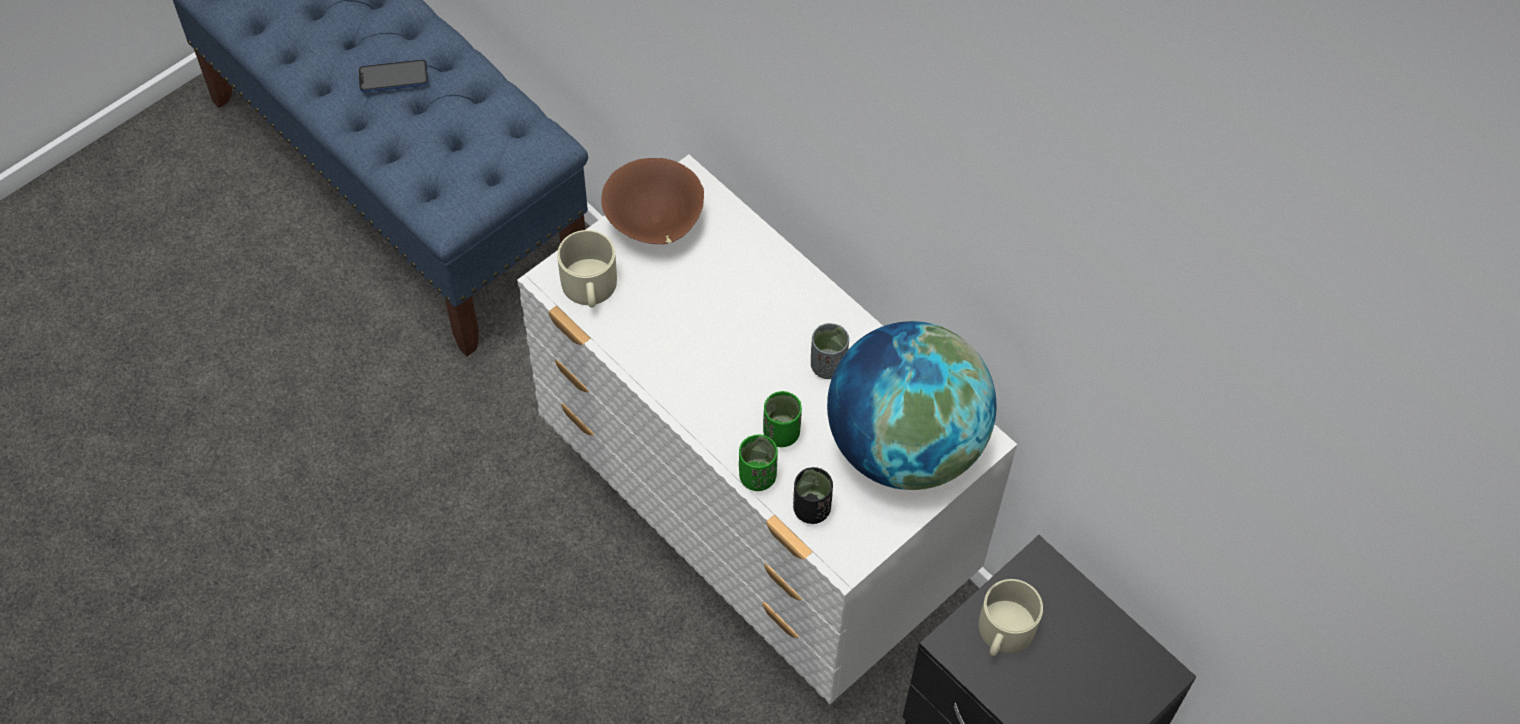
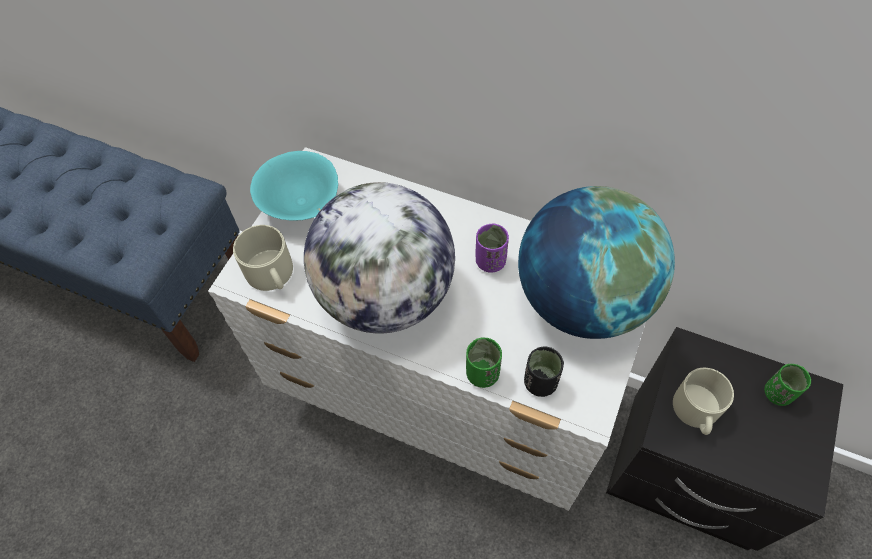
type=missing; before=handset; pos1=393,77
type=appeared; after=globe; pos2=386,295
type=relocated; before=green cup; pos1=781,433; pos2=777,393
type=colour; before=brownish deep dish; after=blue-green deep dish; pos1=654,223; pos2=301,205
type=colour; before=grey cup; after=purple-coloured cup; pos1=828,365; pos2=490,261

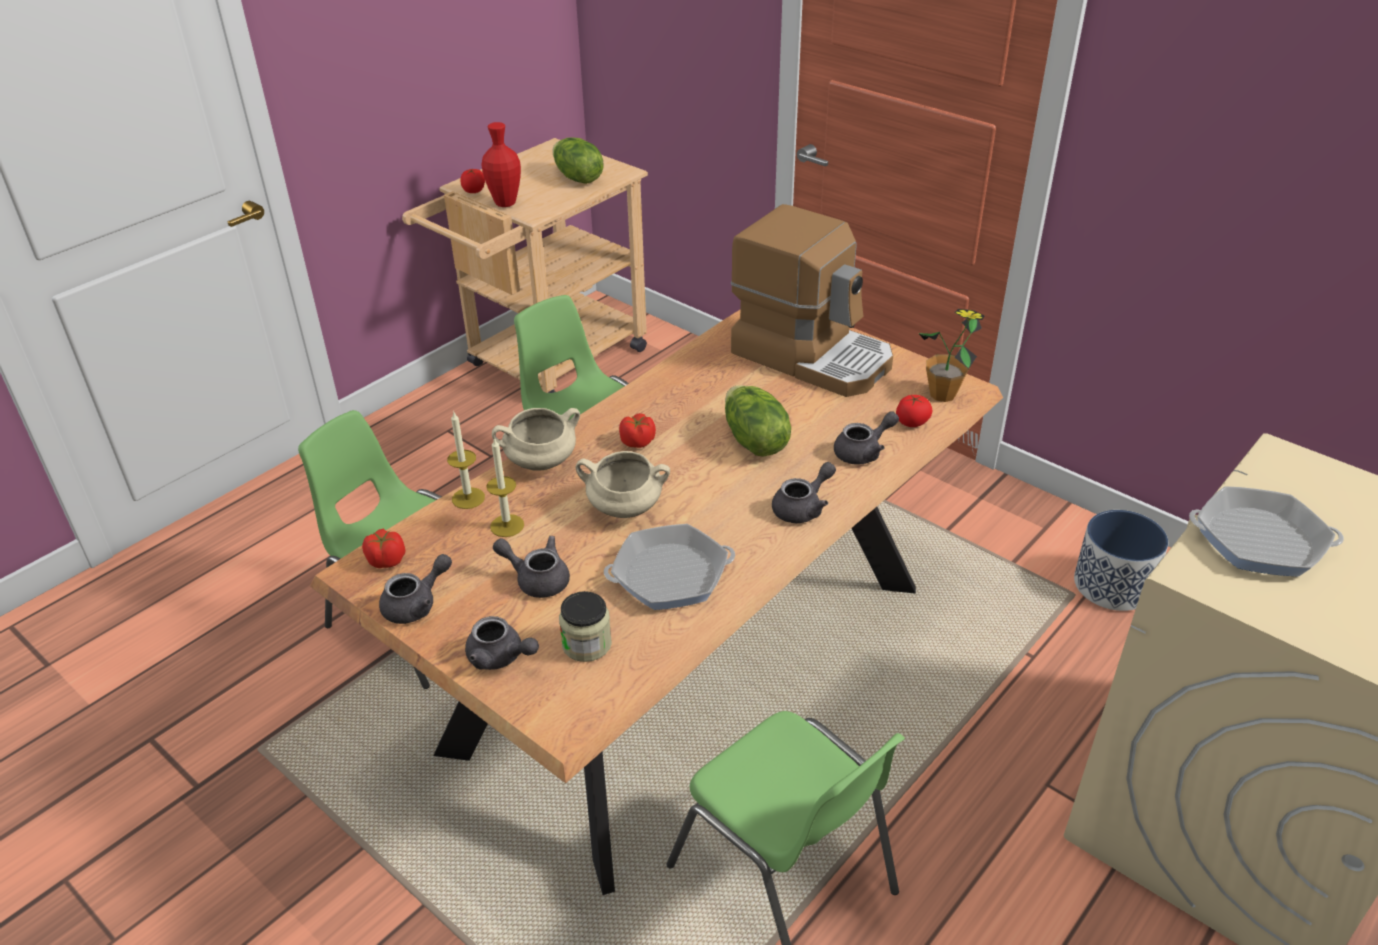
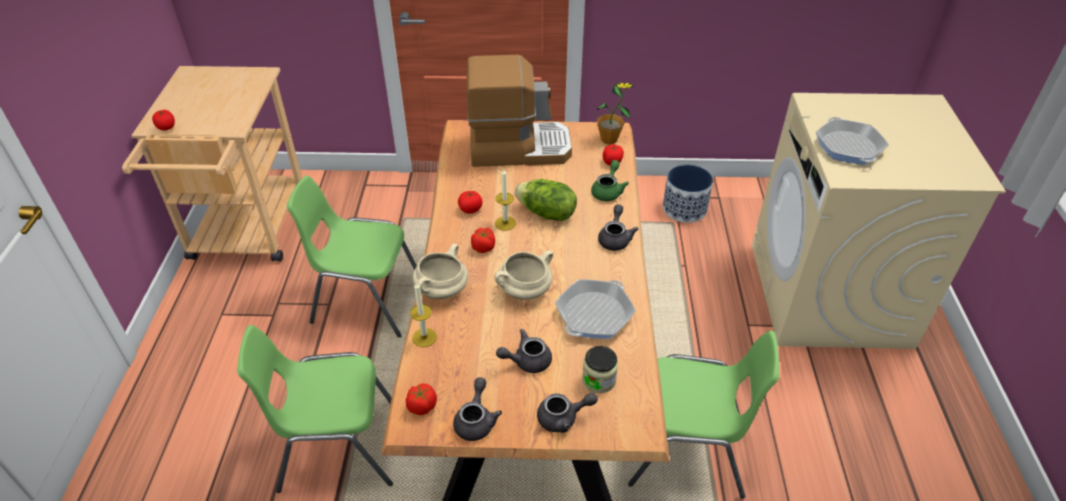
type=missing; before=red-coloured vase; pos1=505,203
type=missing; before=lettuce; pos1=577,178
type=appeared; after=fresh tomato; pos2=470,209
type=relocated; before=candle; pos1=507,525; pos2=505,223
type=colour; before=grey pot for tea; after=green pot for tea; pos1=863,452; pos2=608,191
type=spun; before=pan; pos1=1259,540; pos2=848,147; turn=-75

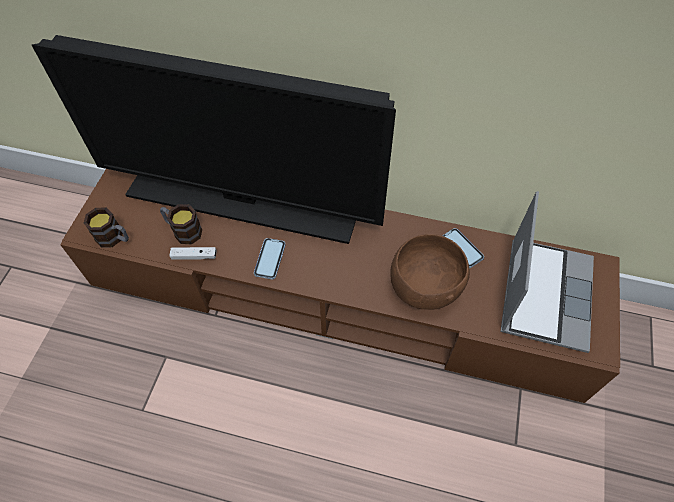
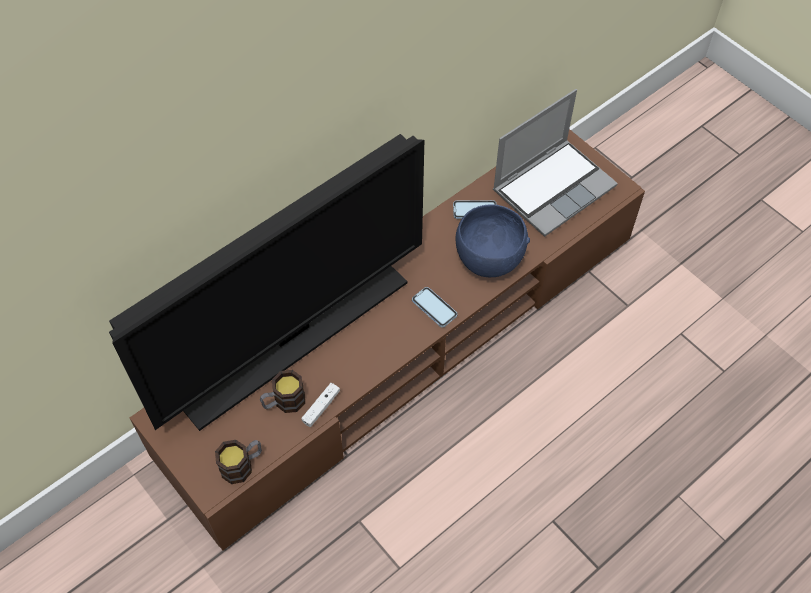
type=relocated; before=handset; pos1=270,259; pos2=434,308
type=colour; before=brownish deep dish; after=blue-coloured deep dish; pos1=424,287; pos2=489,258
type=spun; before=laptop; pos1=544,293; pos2=553,187; turn=90

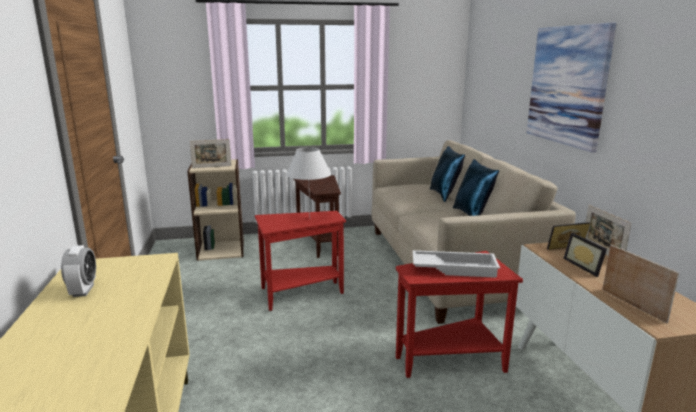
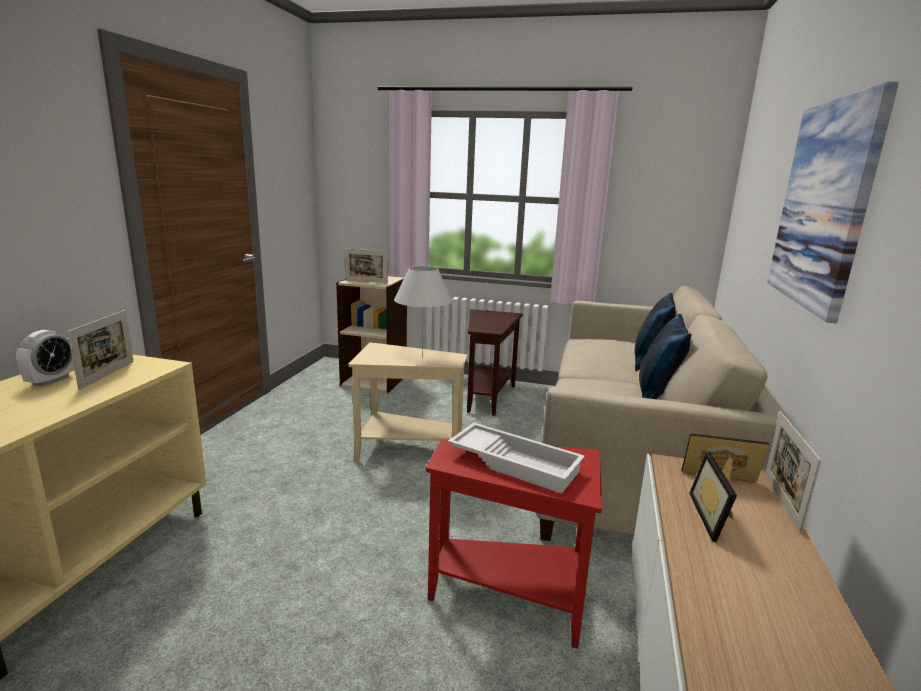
type=relocated; before=photo frame; pos1=632,305; pos2=107,375
type=colour; before=red-coloured side table; after=beige side table; pos1=298,294; pos2=405,449

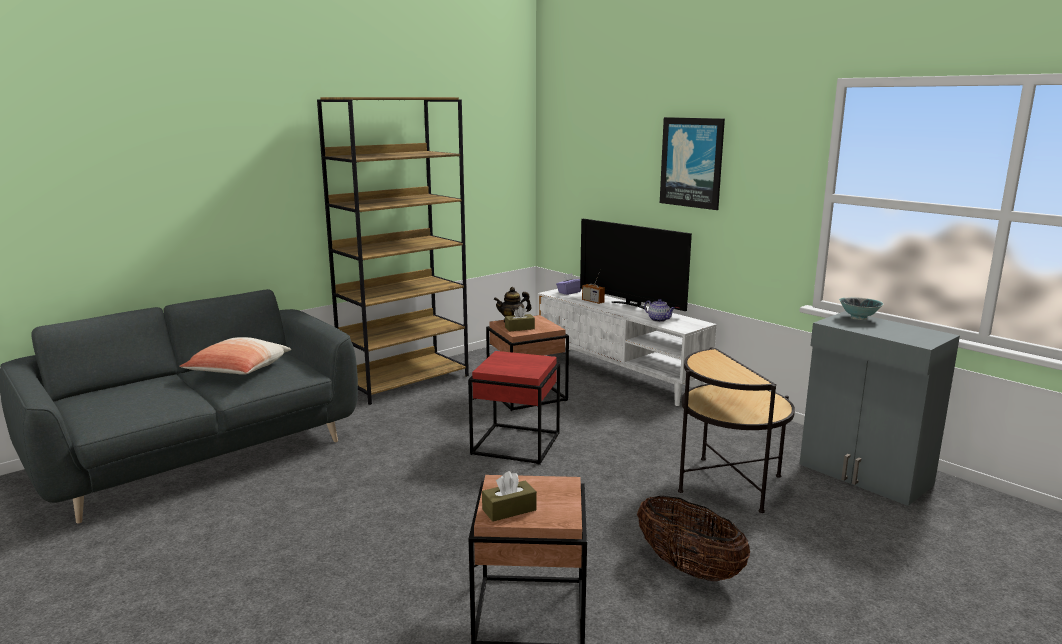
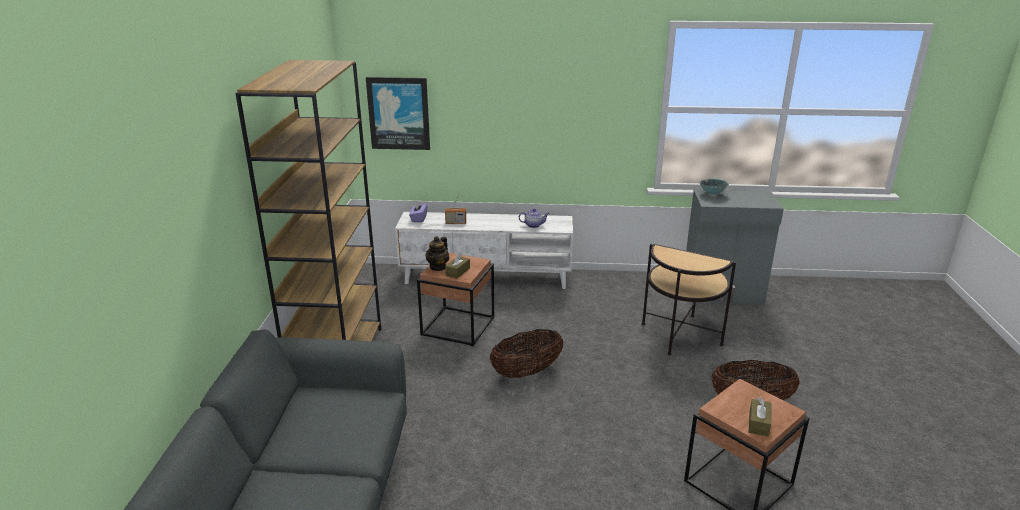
type=missing; before=cushion; pos1=238,371
type=missing; before=television; pos1=631,305
type=relocated; before=wall art; pos1=692,162; pos2=399,113
type=exchanged; before=red-coloured side table; after=household basket; pos1=517,444; pos2=527,372

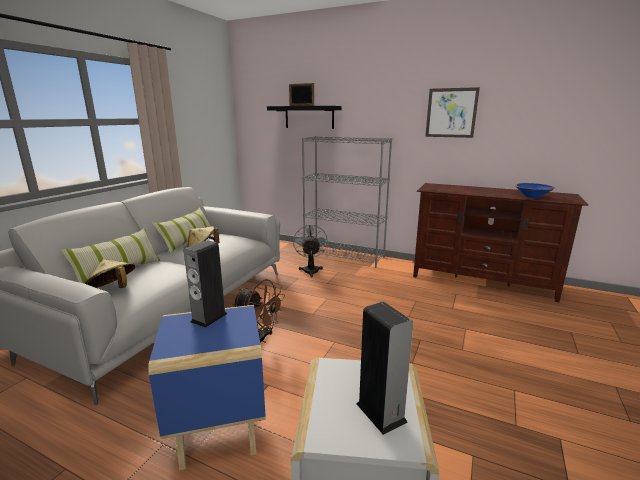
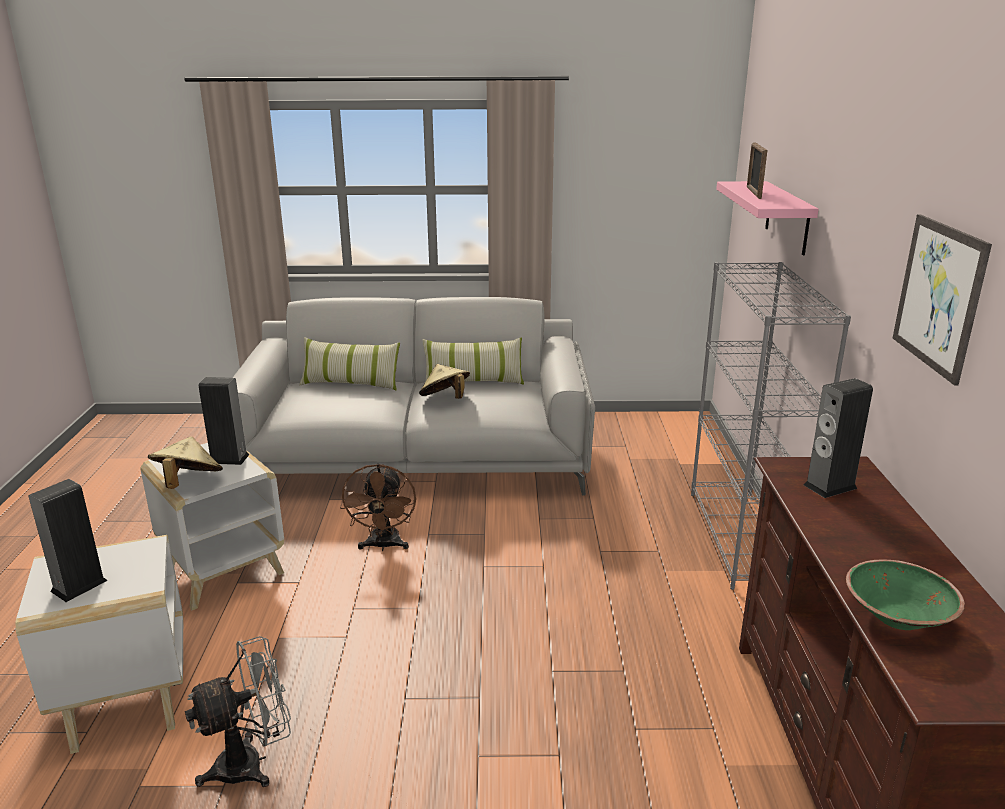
type=appeared; after=audio speaker; pos2=830,486
type=relocated; before=beige hat; pos1=113,289; pos2=188,483
type=relocated; before=grey cooling fan; pos1=310,269; pos2=252,763
type=colour; before=blue-coloured side table; after=white-coloured side table; pos1=218,424; pos2=226,572
type=colour; before=black wall shelf; after=pink-coloured wall shelf; pos1=309,117; pos2=787,217
type=colour; before=blue-coloured deep dish; after=green deep dish; pos1=532,196; pos2=898,617

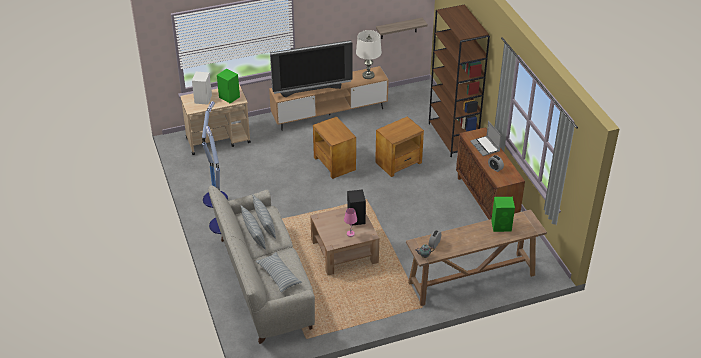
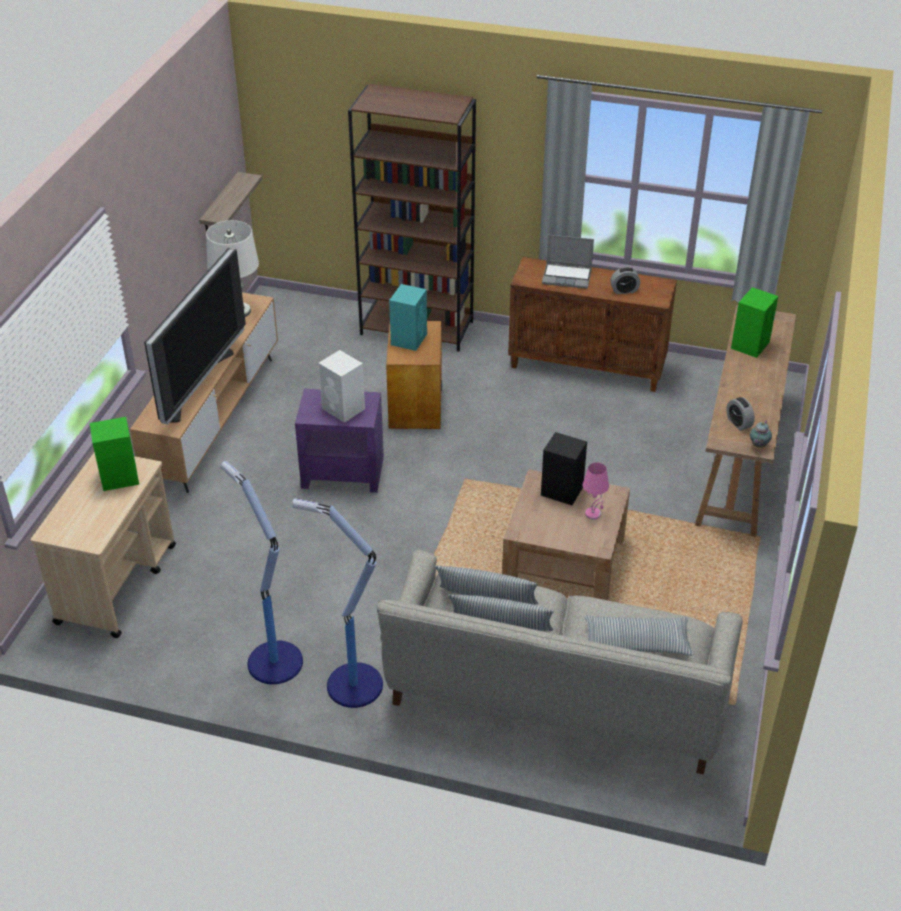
type=appeared; after=blue-green audio speaker; pos2=409,339
type=relocated; before=white-coloured audio speaker; pos1=203,99; pos2=344,409
type=colour; before=brownish side table; after=purple-coloured side table; pos1=334,163; pos2=342,472

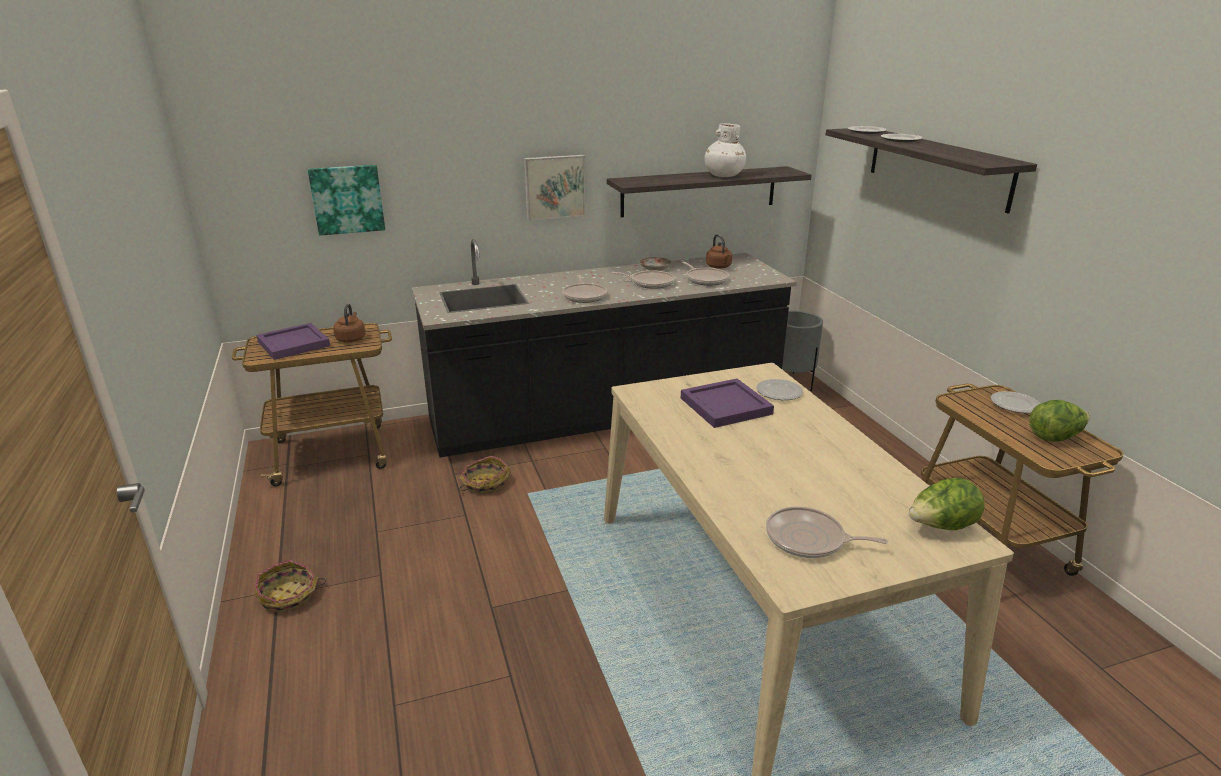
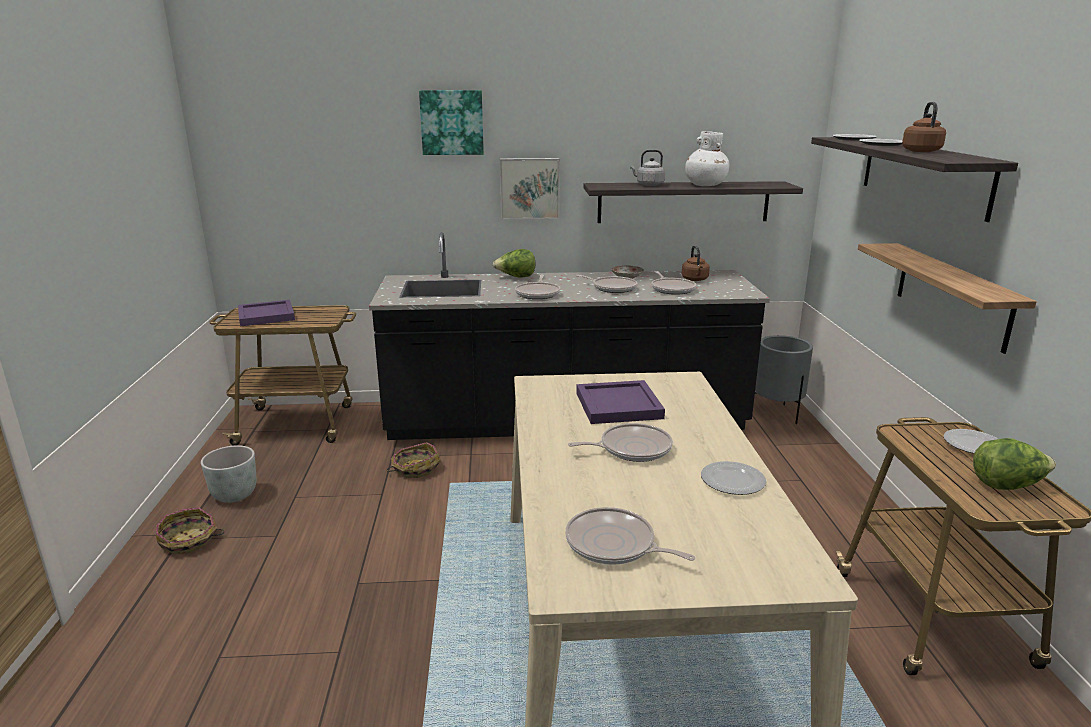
type=appeared; after=grey plant pot; pos2=234,495
type=appeared; after=pan; pos2=631,448
type=appeared; after=grey water kettle; pos2=648,185
type=appeared; after=wall shelf; pos2=951,294
type=relocated; before=wall art; pos1=347,199; pos2=452,122
type=relocated; before=brownish water kettle; pos1=351,338; pos2=920,151
type=relocated; before=flat dish; pos1=778,392; pos2=731,481
type=relocated; before=lettuce; pos1=941,527; pos2=516,277

